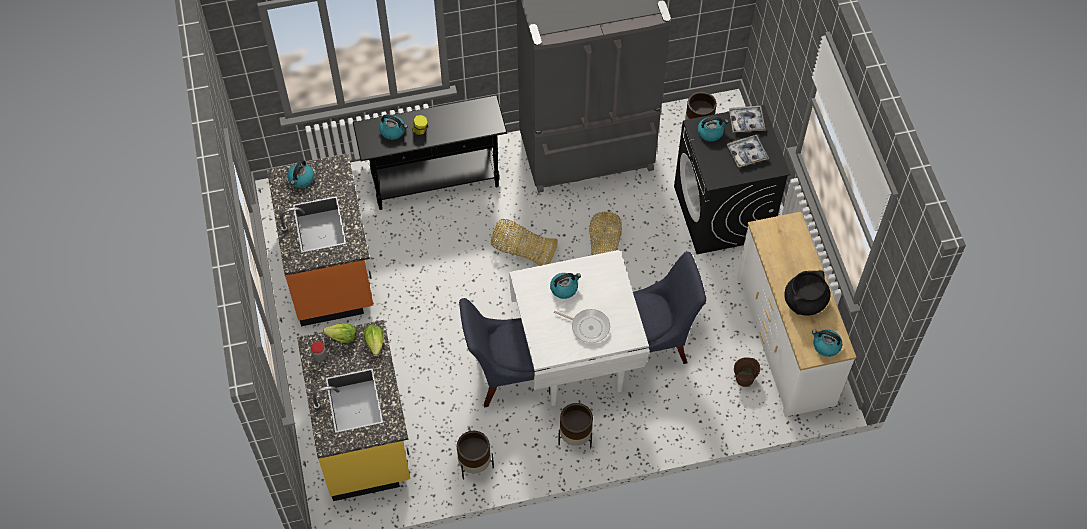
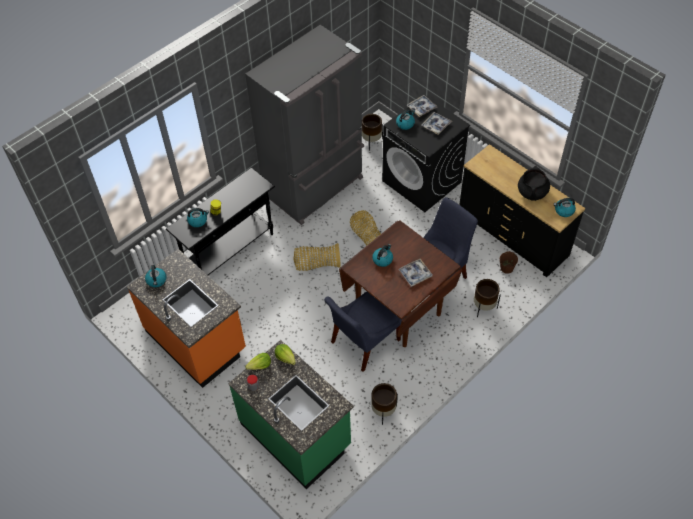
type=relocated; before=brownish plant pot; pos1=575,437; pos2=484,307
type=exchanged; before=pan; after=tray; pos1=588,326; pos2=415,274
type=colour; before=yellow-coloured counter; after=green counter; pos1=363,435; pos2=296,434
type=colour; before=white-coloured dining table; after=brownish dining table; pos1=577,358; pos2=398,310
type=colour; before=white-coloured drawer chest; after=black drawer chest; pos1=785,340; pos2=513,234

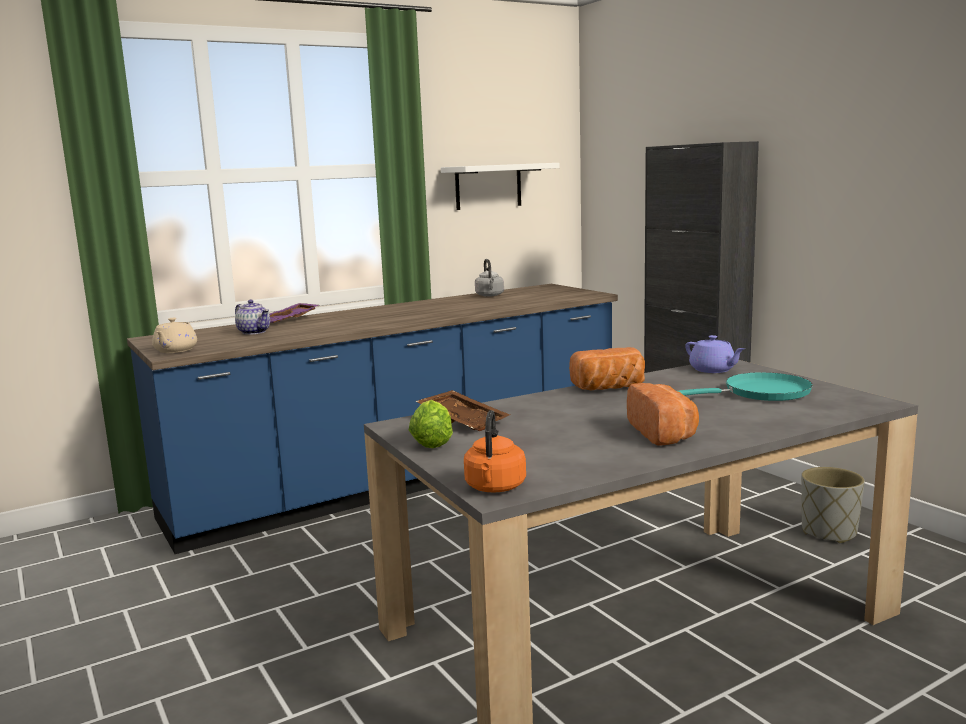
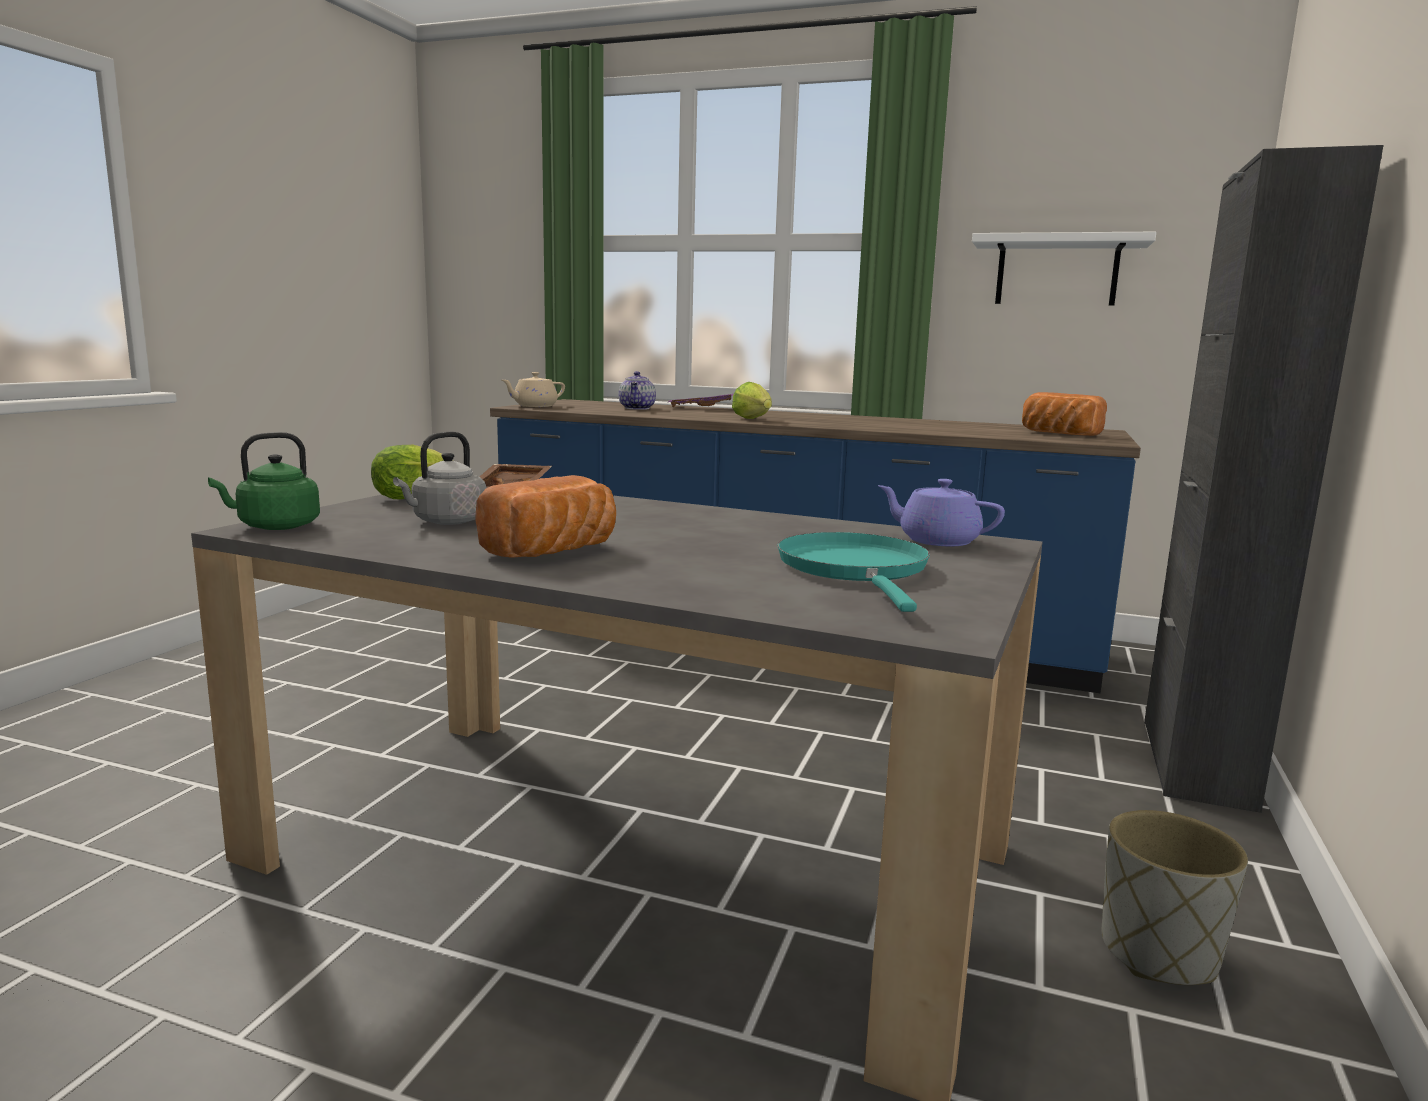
type=appeared; after=lettuce; pos2=754,419
type=relocated; before=grey water kettle; pos1=490,295; pos2=446,522
type=relocated; before=bakery bread; pos1=609,388; pos2=1057,434
type=colour; before=orangey water kettle; after=green water kettle; pos1=495,488; pos2=275,526
type=spun; before=blue-green pan; pos1=761,393; pos2=855,569; turn=-135
type=spun; before=purple-coloured pot for tea; pos1=713,370; pos2=937,541; turn=105

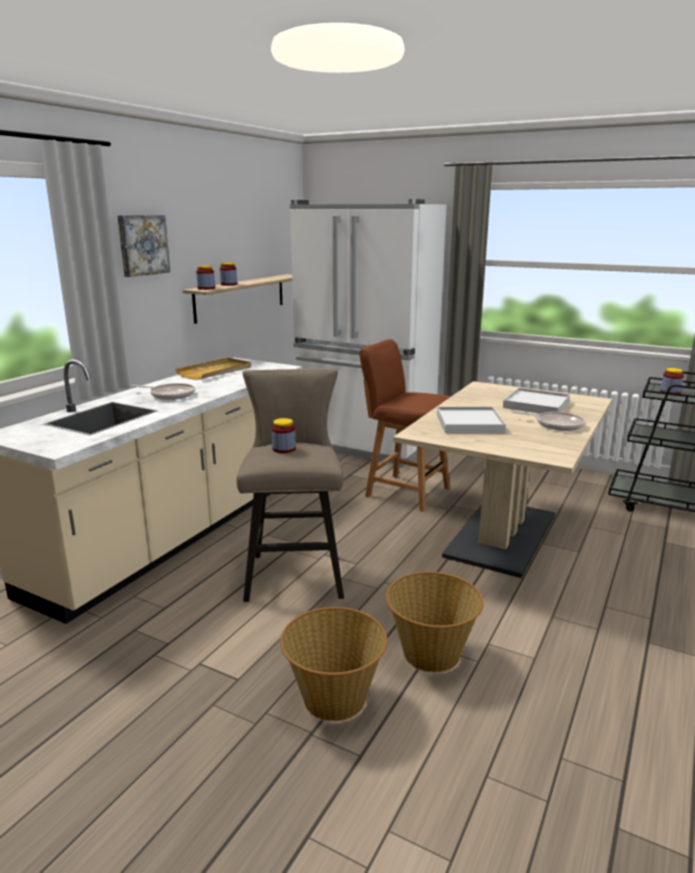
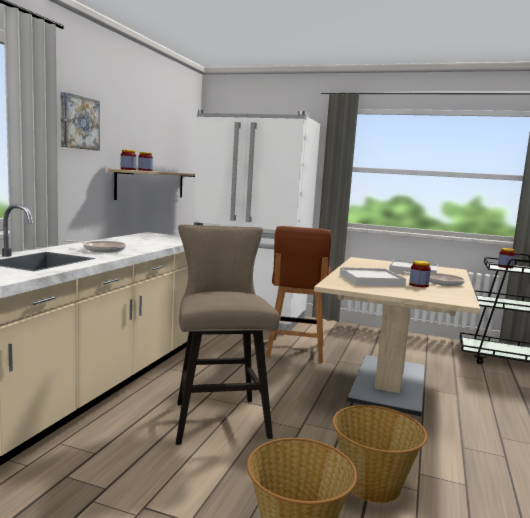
type=missing; before=beige tray; pos1=215,371
type=relocated; before=preserve jar; pos1=284,449; pos2=418,285
type=spun; before=brownish chair; pos1=405,491; pos2=295,350; turn=-105

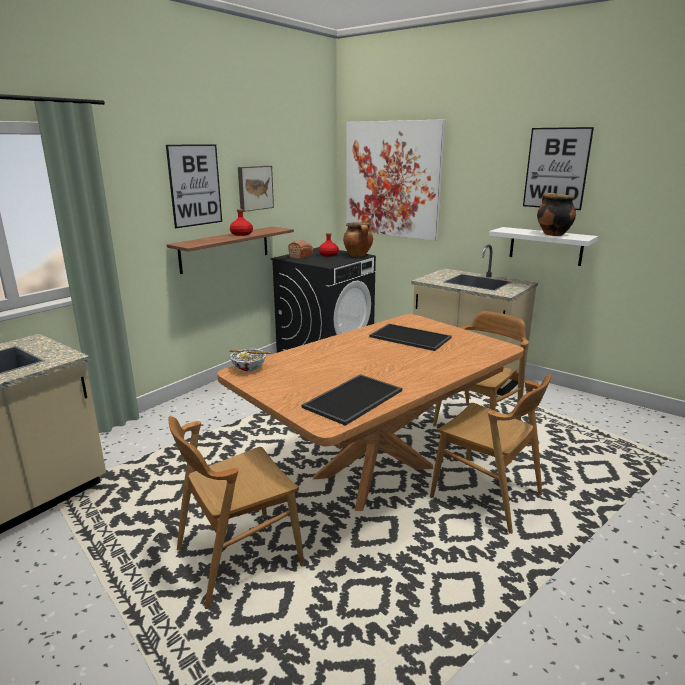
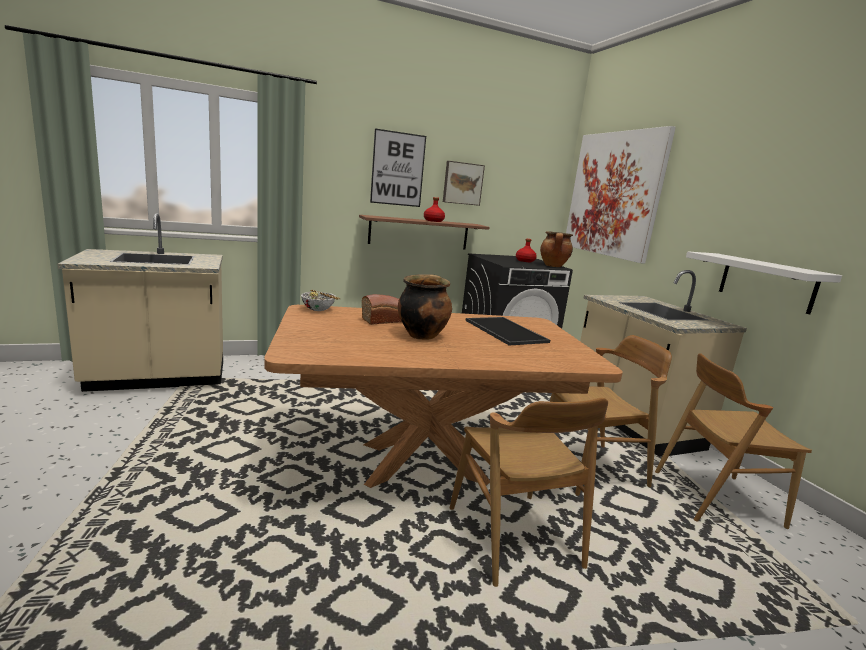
type=missing; before=tray; pos1=354,400
type=missing; before=wall art; pos1=556,168
type=relocated; before=brownish chair; pos1=238,556; pos2=715,497
type=relocated; before=bakery bread; pos1=302,256; pos2=386,320
type=relocated; before=saucepot; pos1=552,234; pos2=422,335

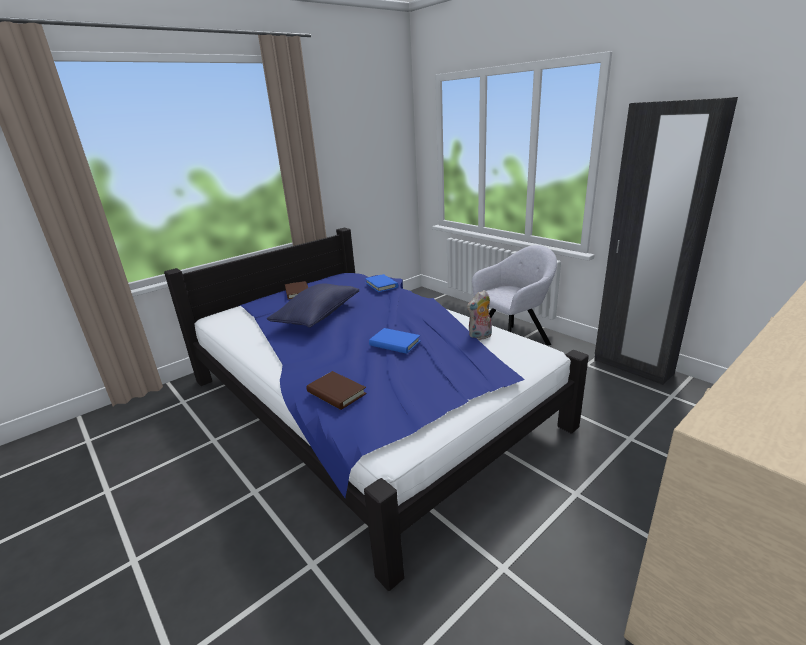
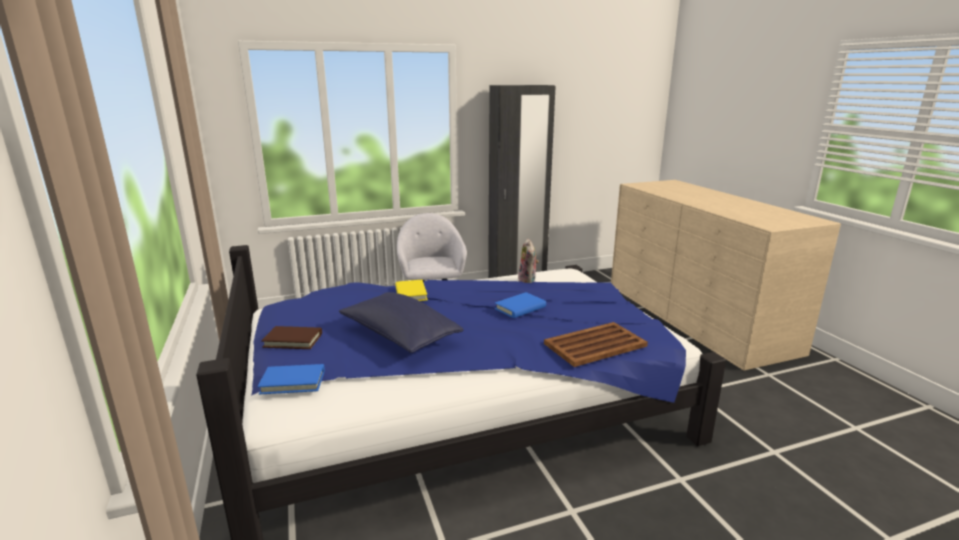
type=appeared; after=yellow-coloured volume; pos2=411,293
type=relocated; before=blue-coloured volume; pos1=381,285; pos2=293,382
type=exchanged; before=brownish volume; after=brownish tray; pos1=336,393; pos2=594,345

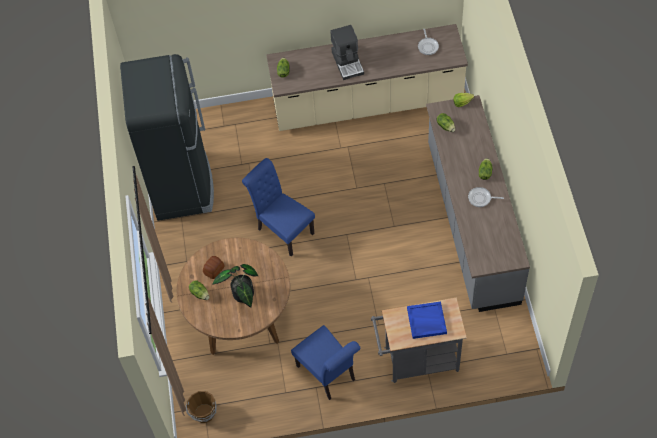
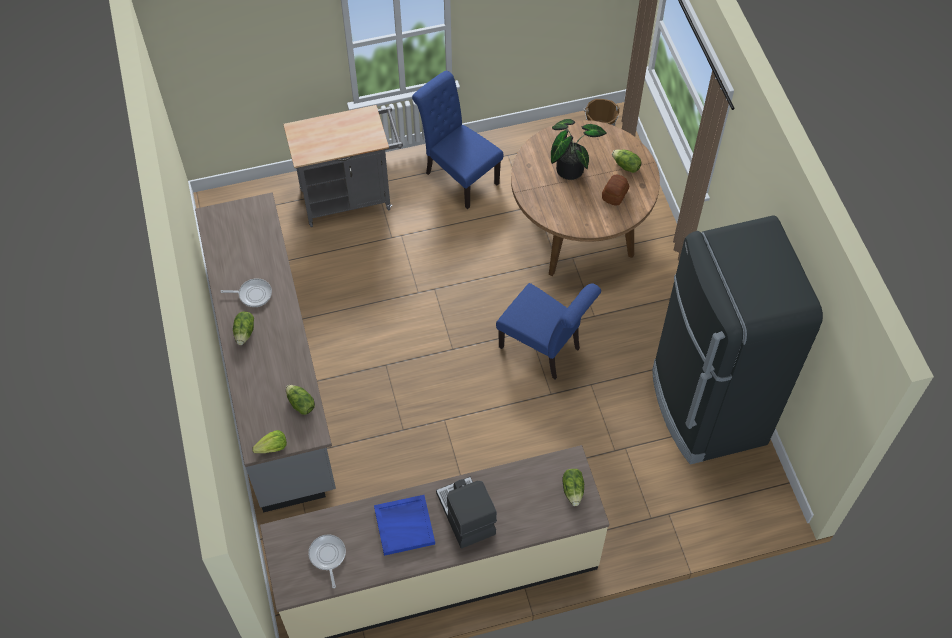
type=relocated; before=blue-coloured tray; pos1=426,321; pos2=405,525

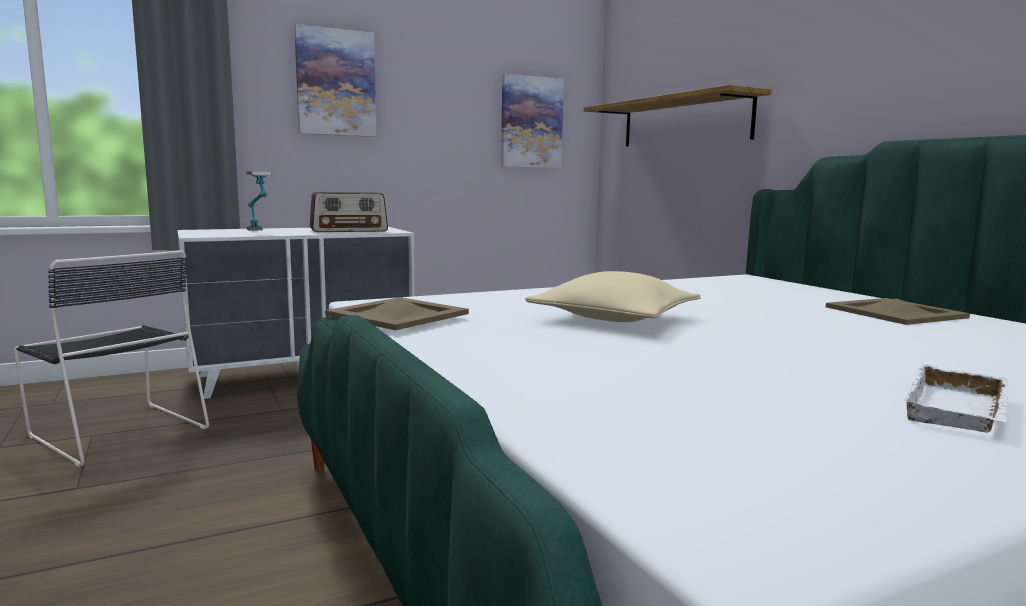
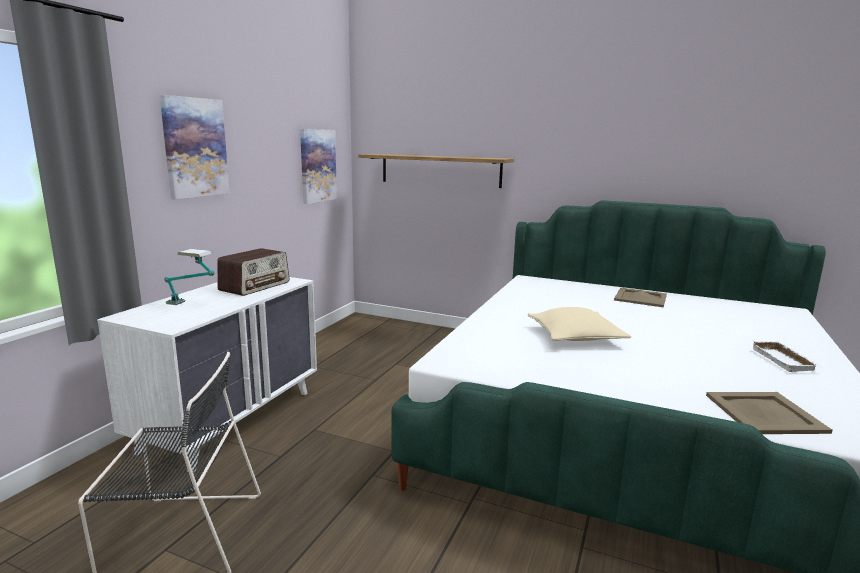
type=relocated; before=beige tray; pos1=398,314; pos2=763,413

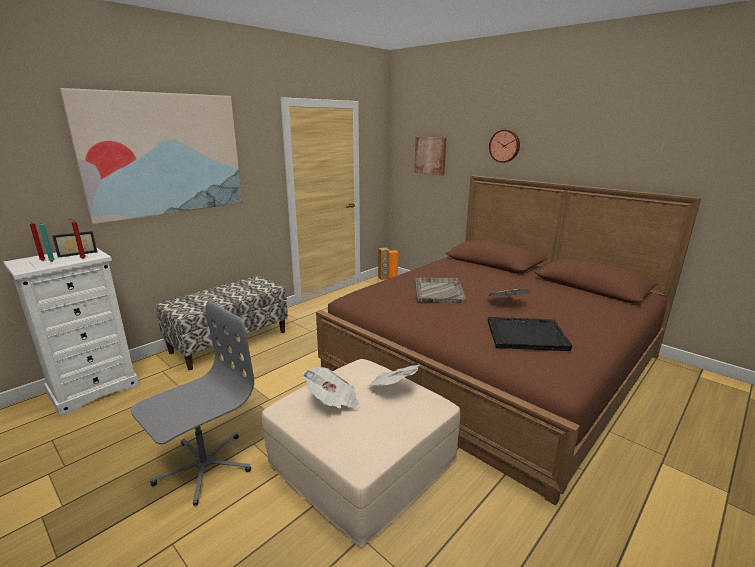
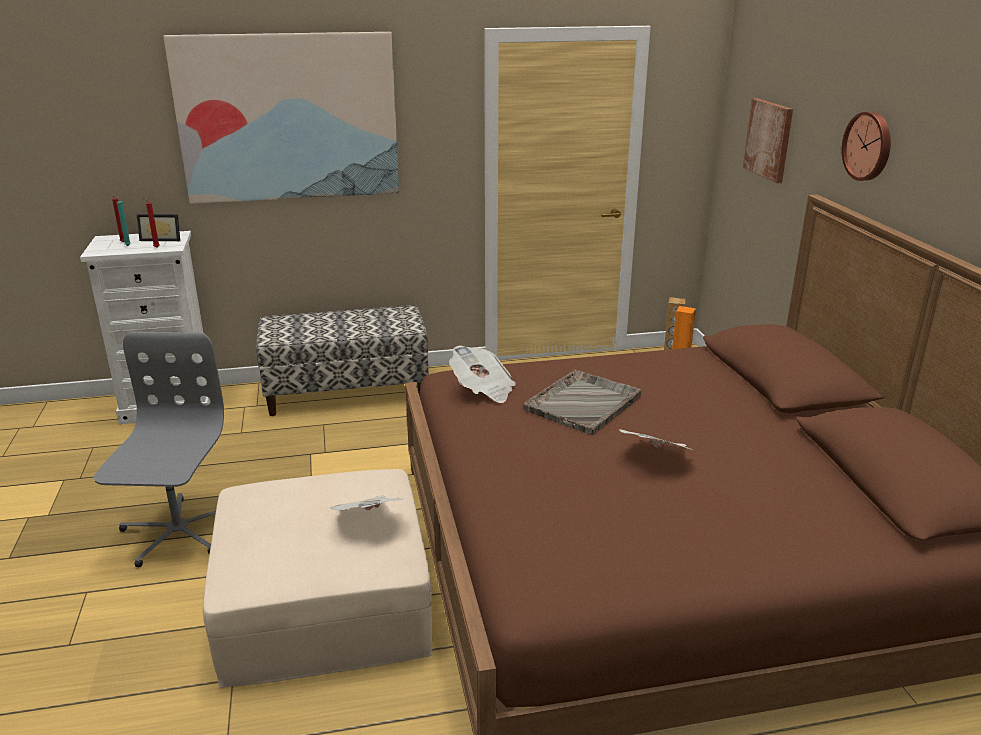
type=missing; before=black tray; pos1=527,335
type=relocated; before=daily paper; pos1=333,401; pos2=483,390
type=spun; before=grey office chair; pos1=203,467; pos2=177,532; turn=-75

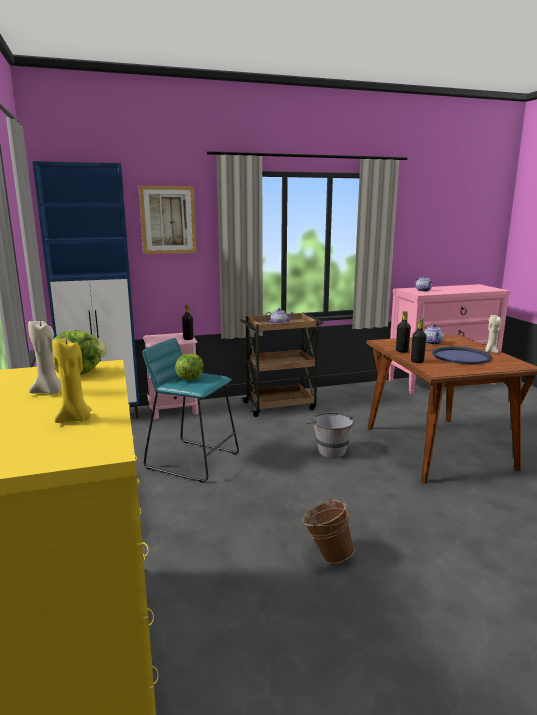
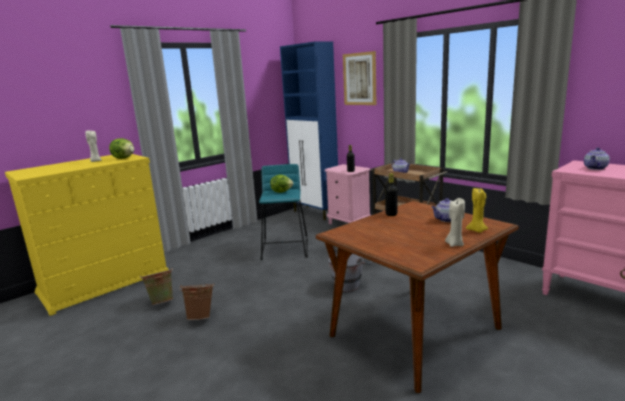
type=missing; before=black bottle; pos1=417,361
type=missing; before=blue-coloured tray; pos1=460,356
type=appeared; after=green bucket; pos2=162,301
type=relocated; before=yellow-coloured candle; pos1=76,419; pos2=477,230

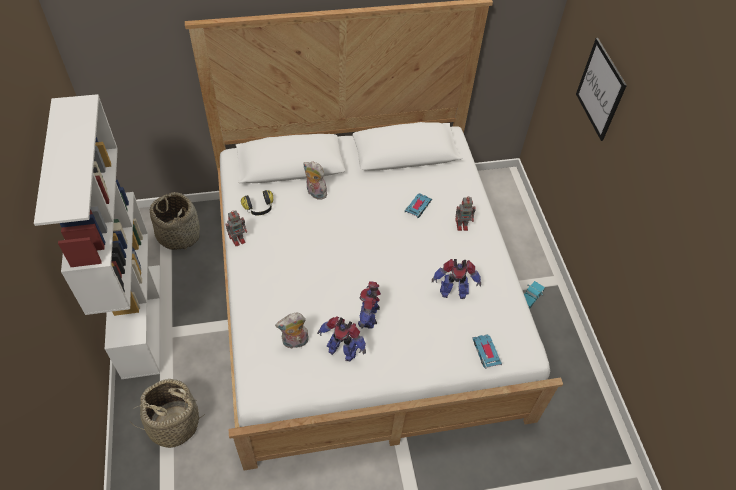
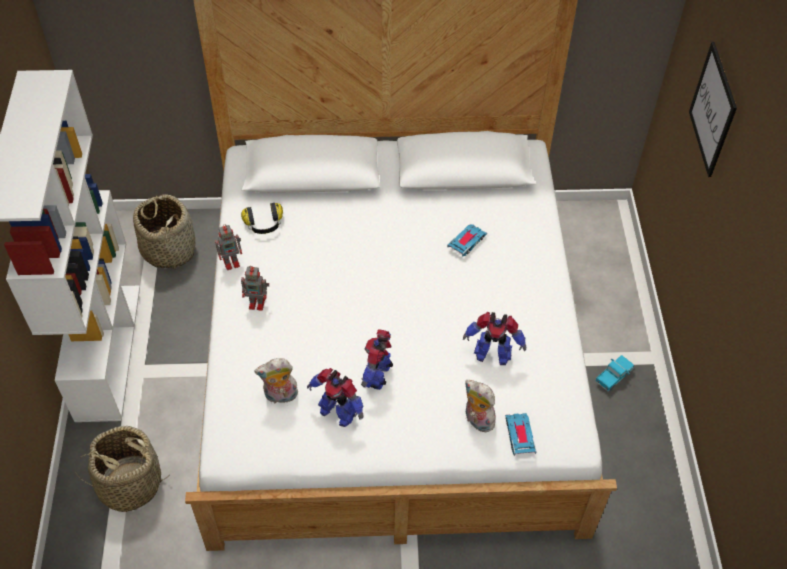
type=relocated; before=soft toy; pos1=315,193; pos2=477,420
type=relocated; before=robot figure; pos1=462,225; pos2=258,303

